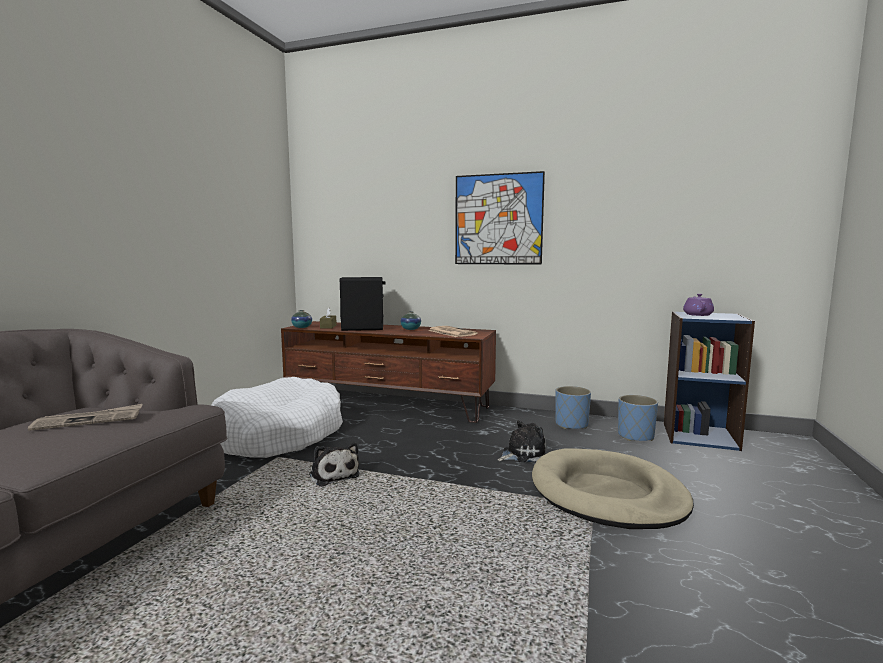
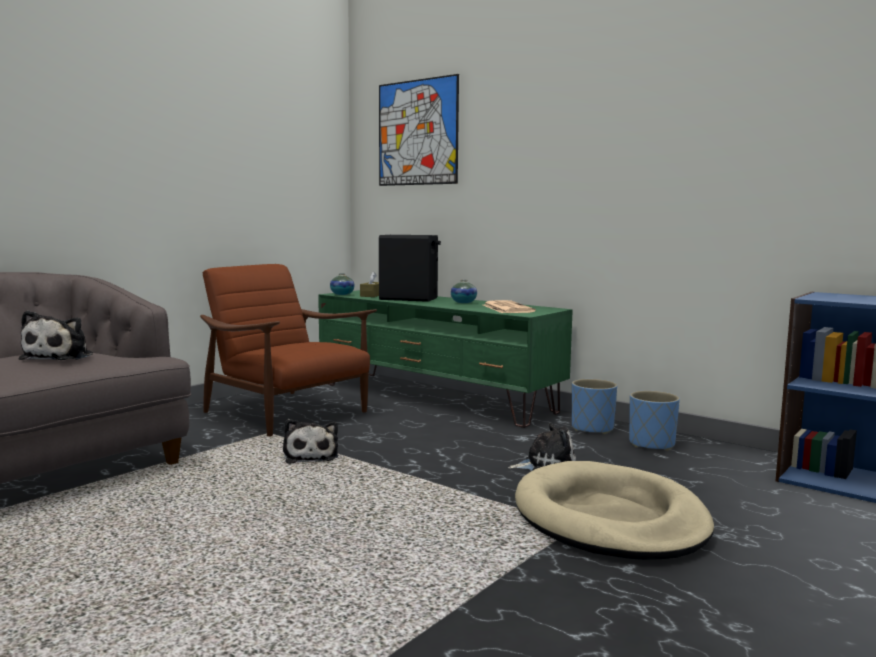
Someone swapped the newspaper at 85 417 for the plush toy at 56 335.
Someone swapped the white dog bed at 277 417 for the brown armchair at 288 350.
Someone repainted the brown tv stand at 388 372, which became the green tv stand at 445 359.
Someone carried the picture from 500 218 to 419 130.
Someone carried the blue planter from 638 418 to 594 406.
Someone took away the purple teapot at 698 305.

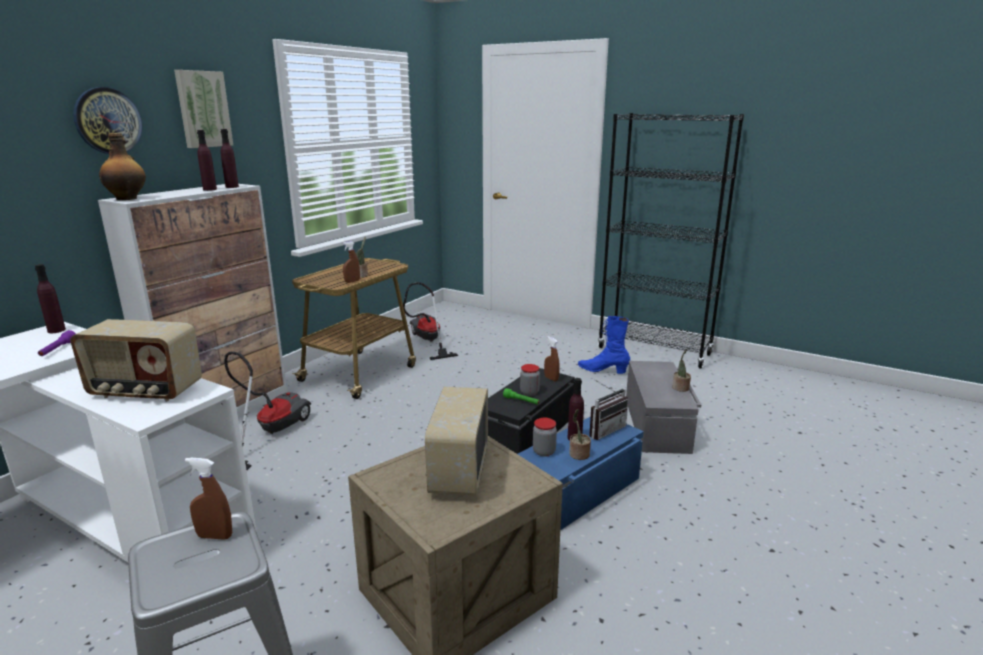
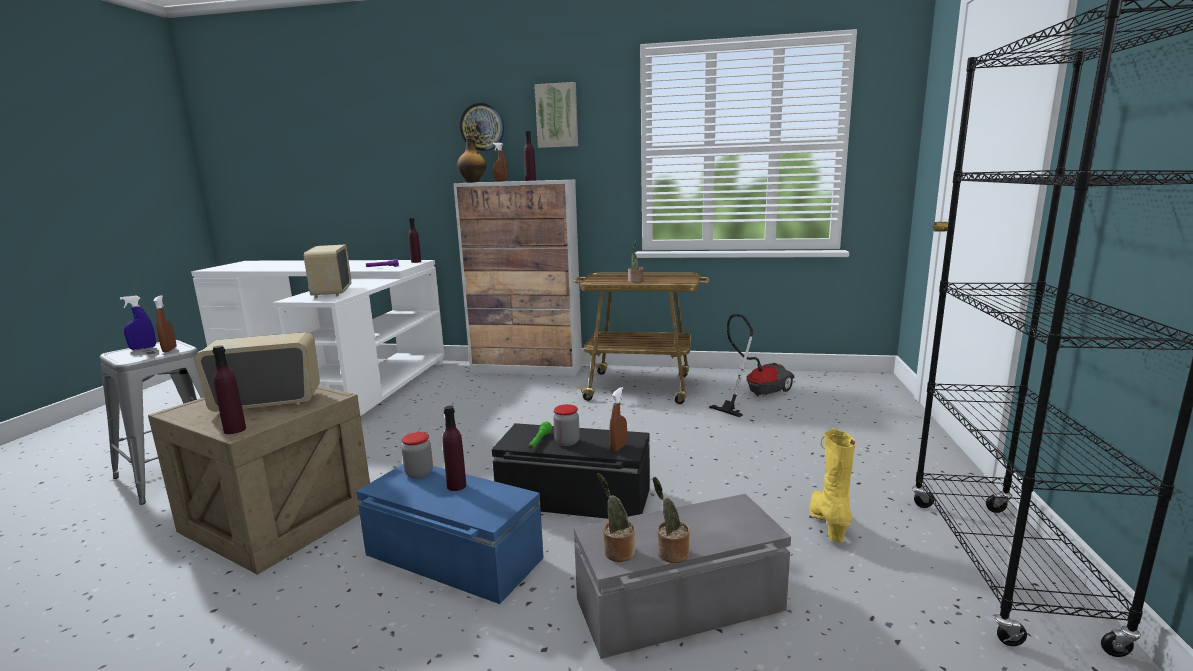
Someone carried the purple bottle from 230 158 to 229 389.
Someone took away the vacuum cleaner at 267 410.
Someone carried the brown spray bottle from 351 262 to 500 162.
Someone carried the potted plant from 580 434 to 616 517.
Someone repainted the blue boot at 604 345, which became the yellow boot at 832 485.
Someone took away the radio at 609 410.
Someone put down the blue spray bottle at 138 322.

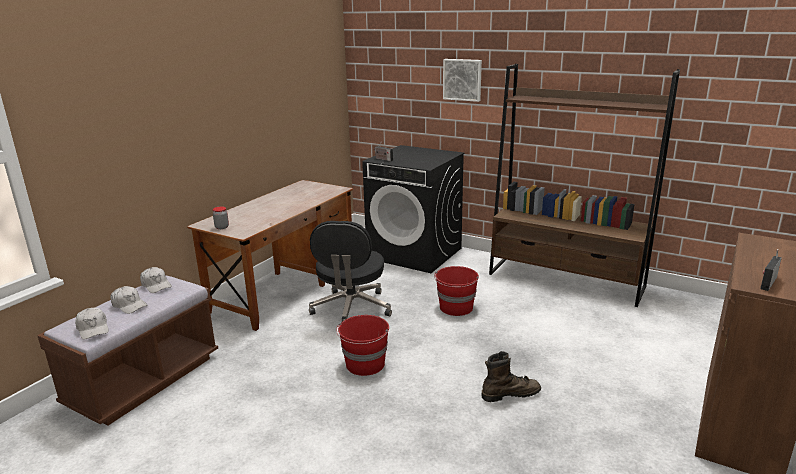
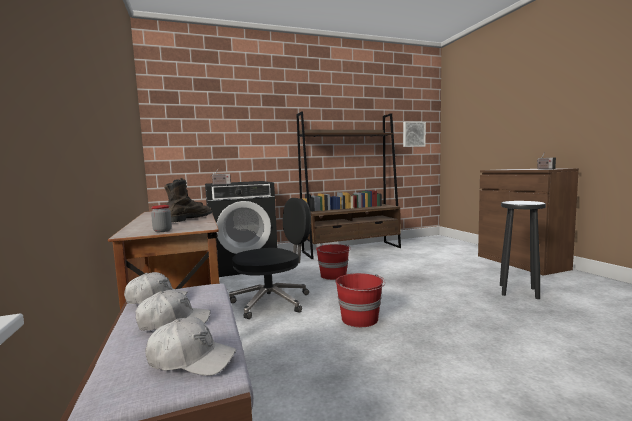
Someone rotated the black office chair at 350 271 by 75 degrees counterclockwise.
Someone carried the picture from 462 80 to 414 134.
Someone carried the brown boot from 511 376 to 188 200.
Someone put down the black stool at 523 250.

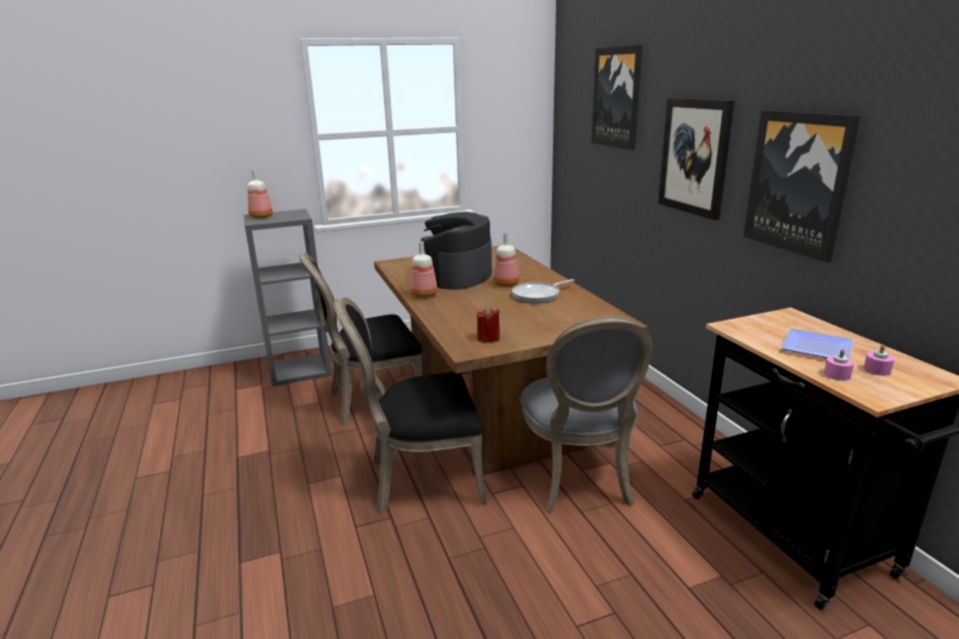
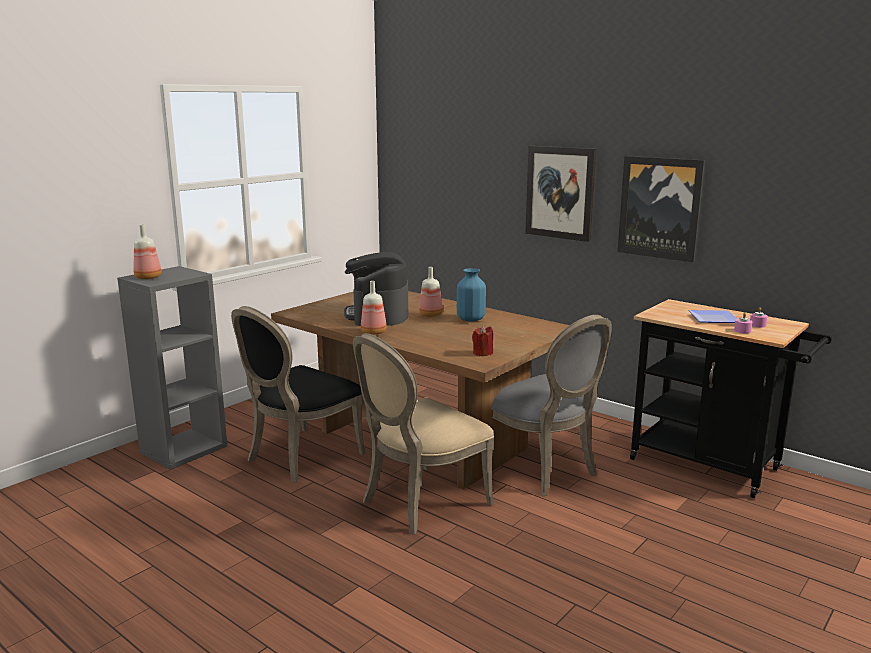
Someone repainted the black chair at 410 405, which became the beige chair at 423 434.
Someone swapped the frying pan at 543 291 for the blue vase at 471 295.
Someone took away the picture at 617 97.

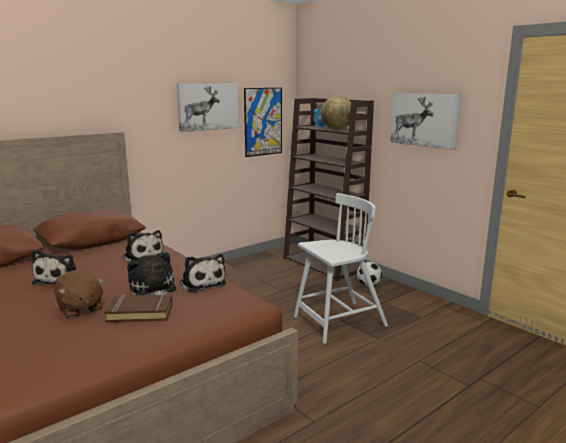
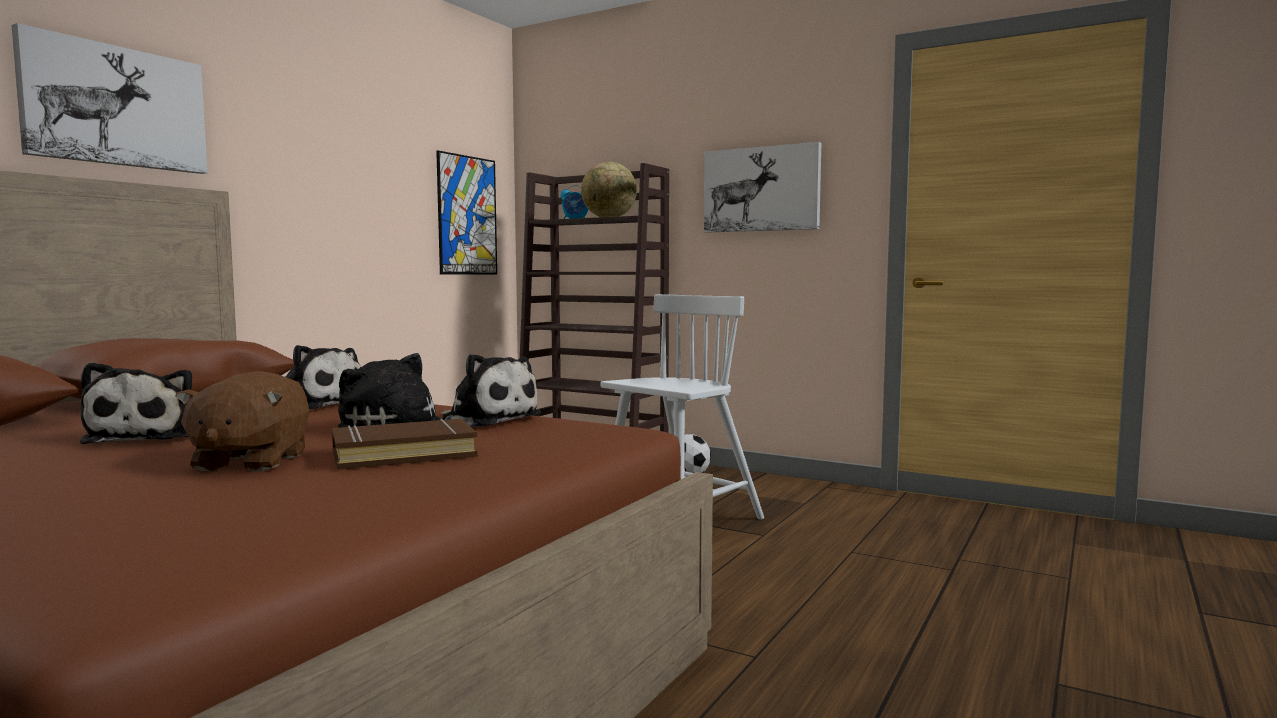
Someone rotated the brown plush toy at 79 294 by 60 degrees clockwise.
Someone carried the picture from 208 107 to 109 98.

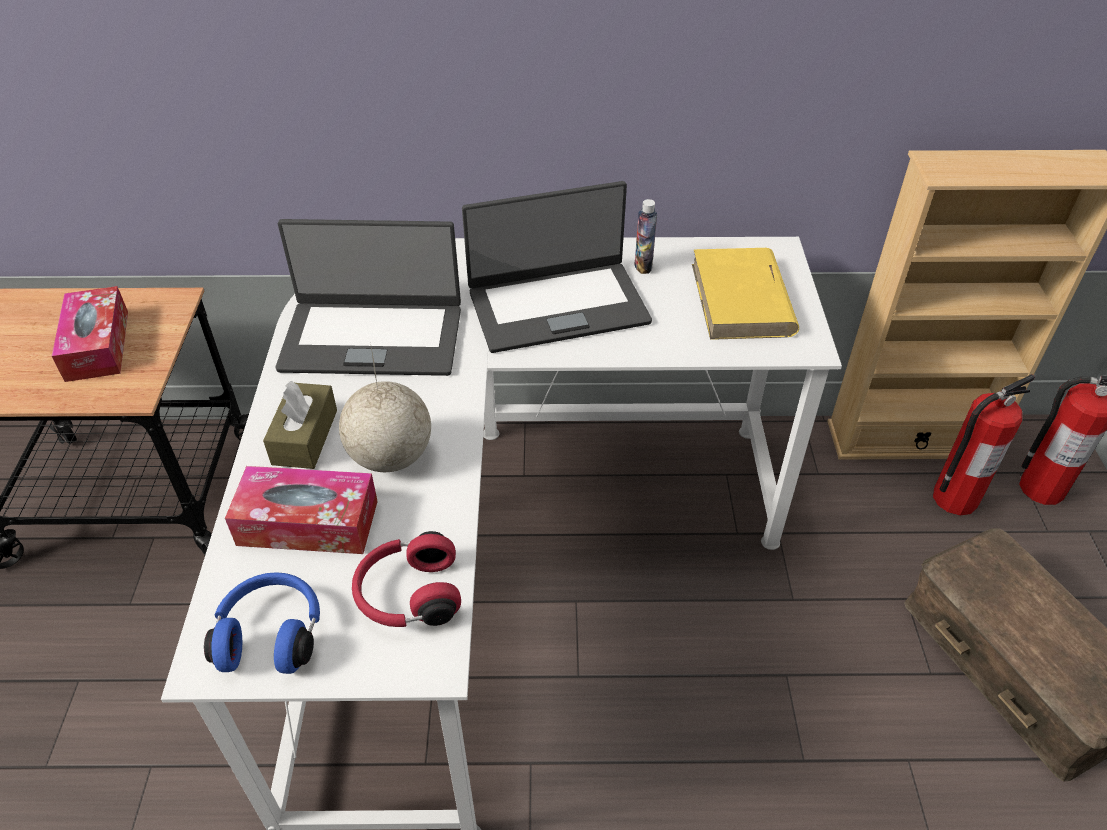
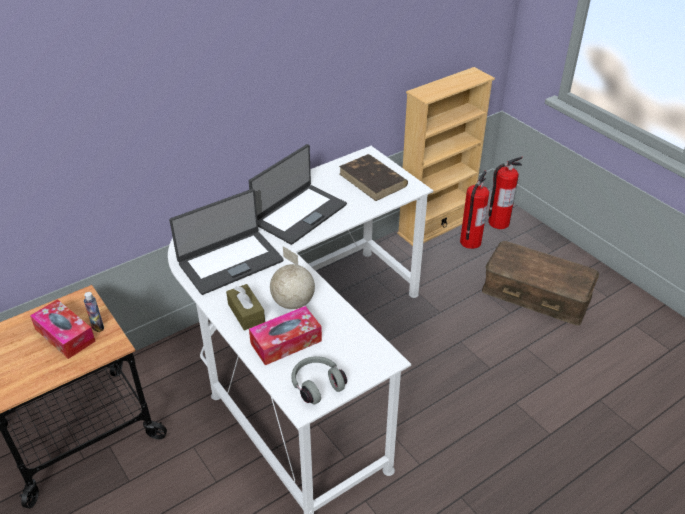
Someone repainted the blue headphones at 262 623, which became the grey headphones at 319 380.
Someone took away the red headphones at 406 579.
Someone carried the bottle from 646 236 to 94 312.
Someone repainted the yellow book at 745 294, which became the brown book at 373 177.

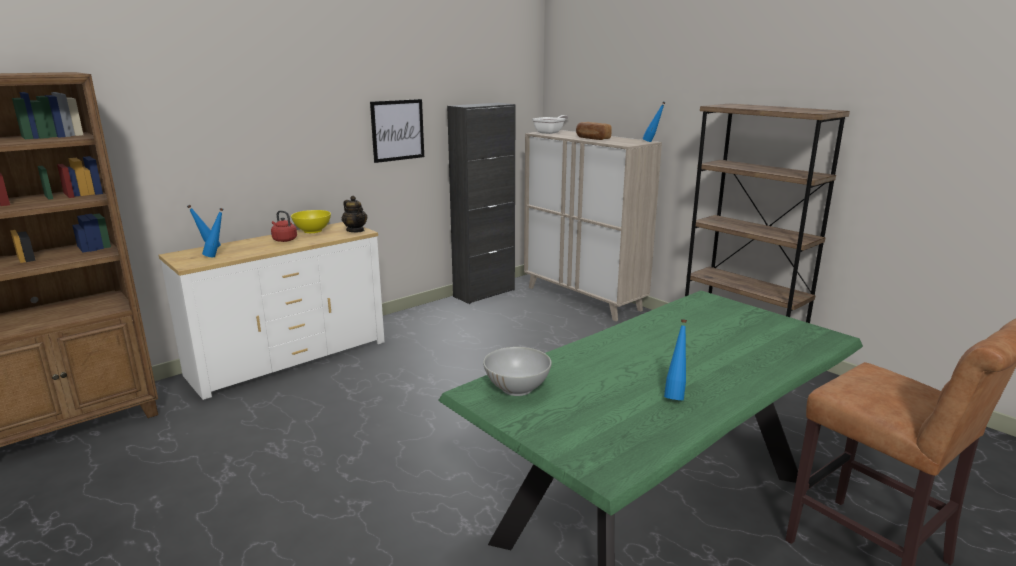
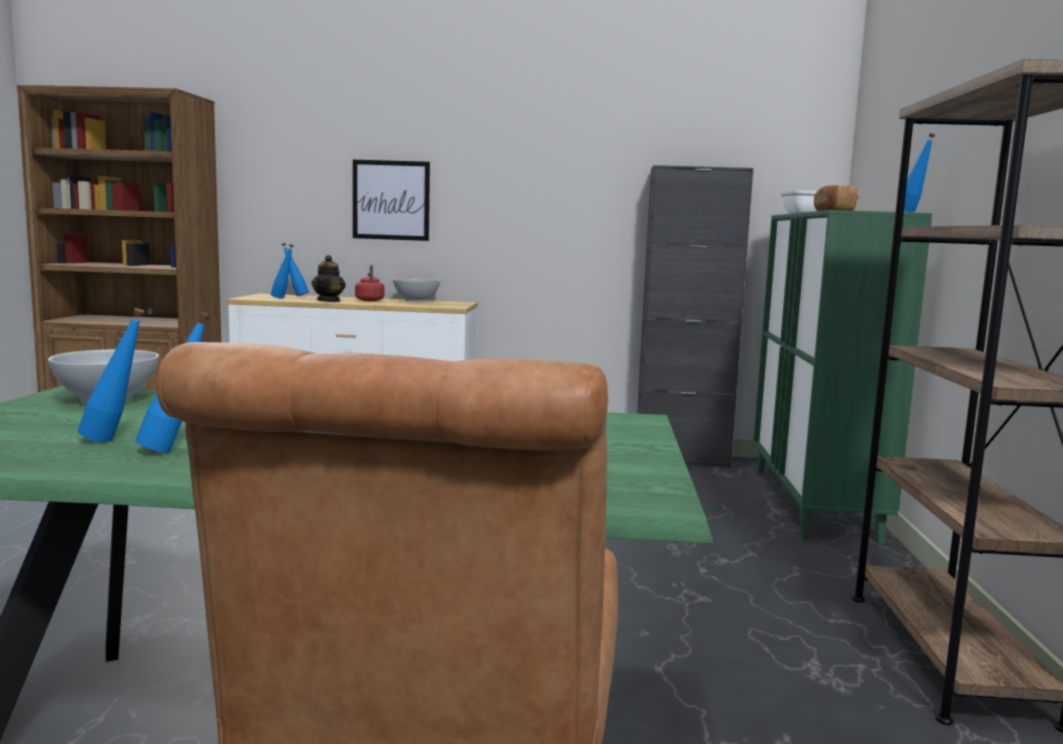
Someone repainted the yellow bowl at 311 221, which became the white bowl at 417 290.
Someone carried the teapot from 354 214 to 328 278.
Someone carried the picture from 397 131 to 391 200.
Someone repainted the beige cabinet at 593 225, which became the green cabinet at 842 377.
Someone put down the blue bottle at 111 375.

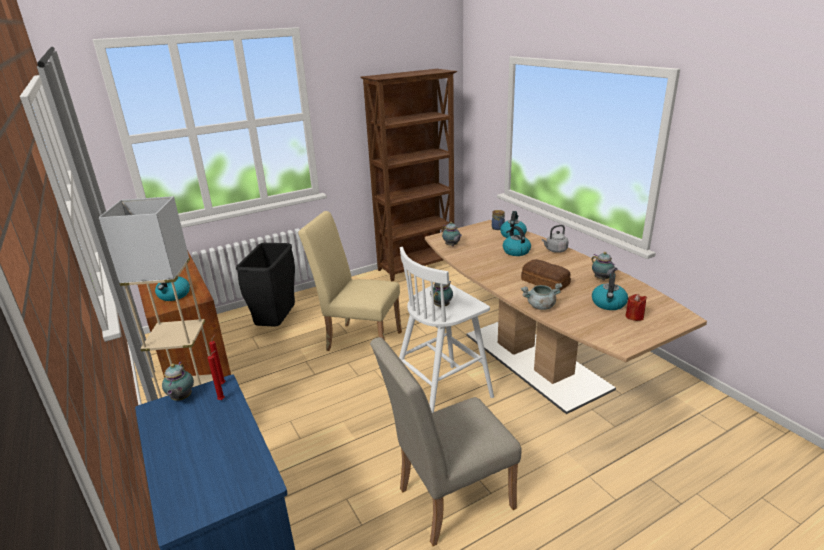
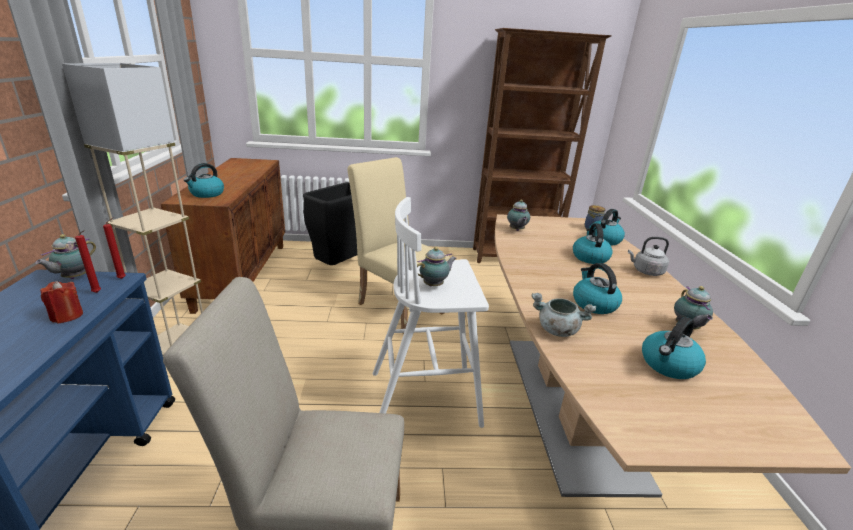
Someone swapped the bread at 546 275 for the kettle at 597 288.
Someone carried the red candle from 636 307 to 61 302.

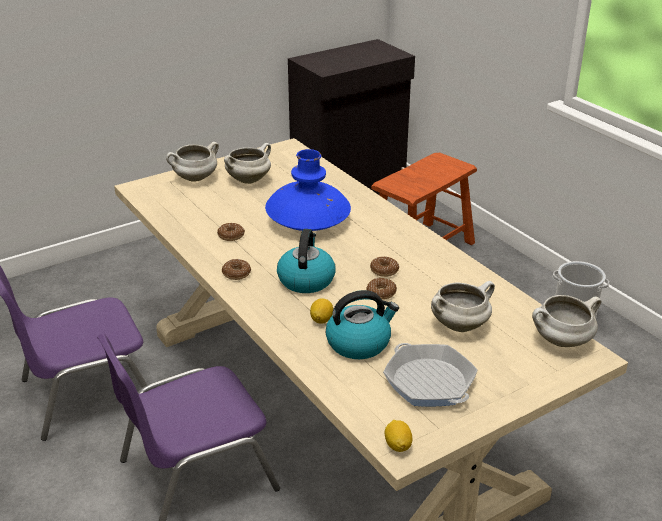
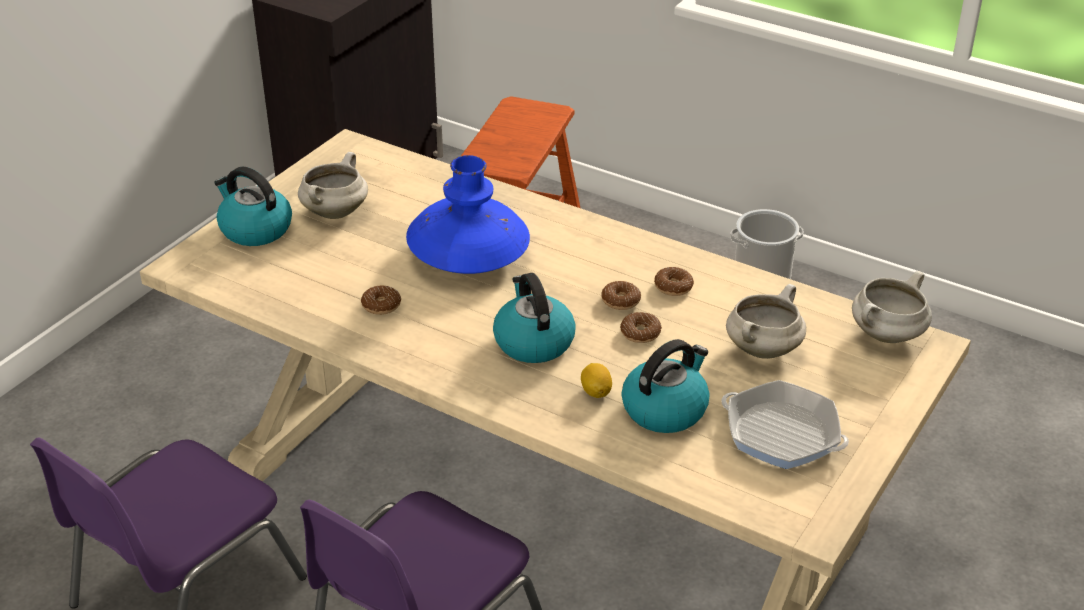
Someone swapped the white cooking pot at 192 162 for the kettle at 253 206.
Someone carried the donut from 236 269 to 674 281.
Someone took away the lemon at 398 436.

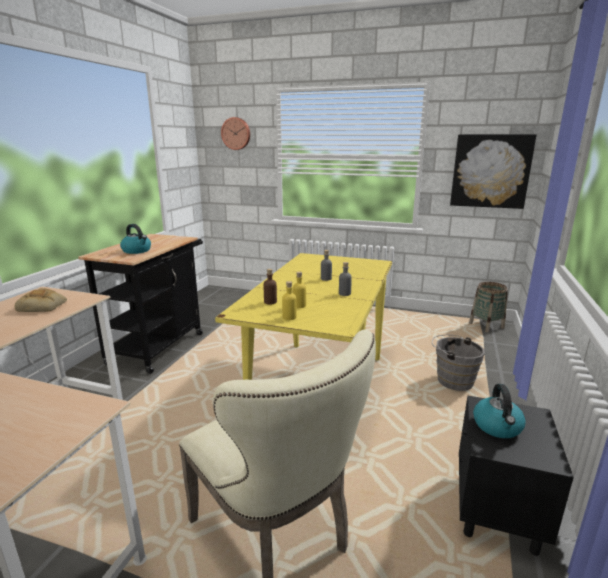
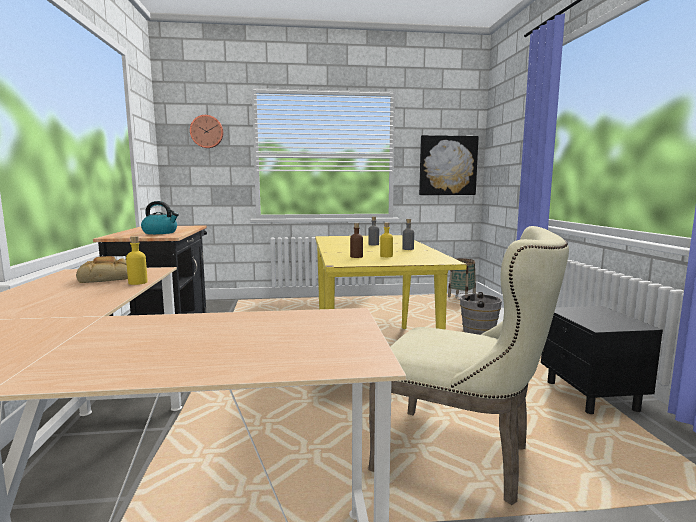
Someone carried the yellow bottle from 289 300 to 137 260.
Someone took away the kettle at 499 411.

